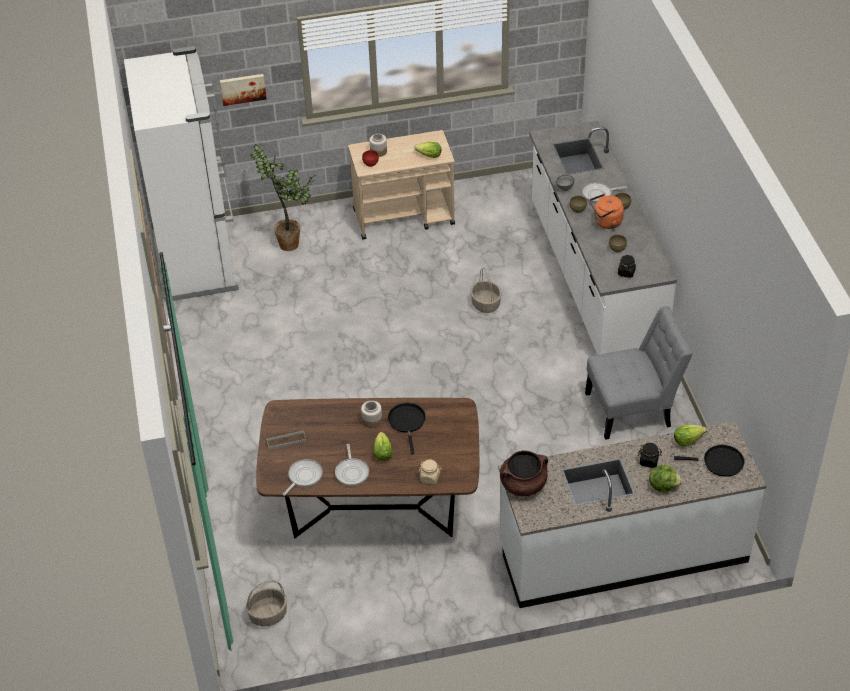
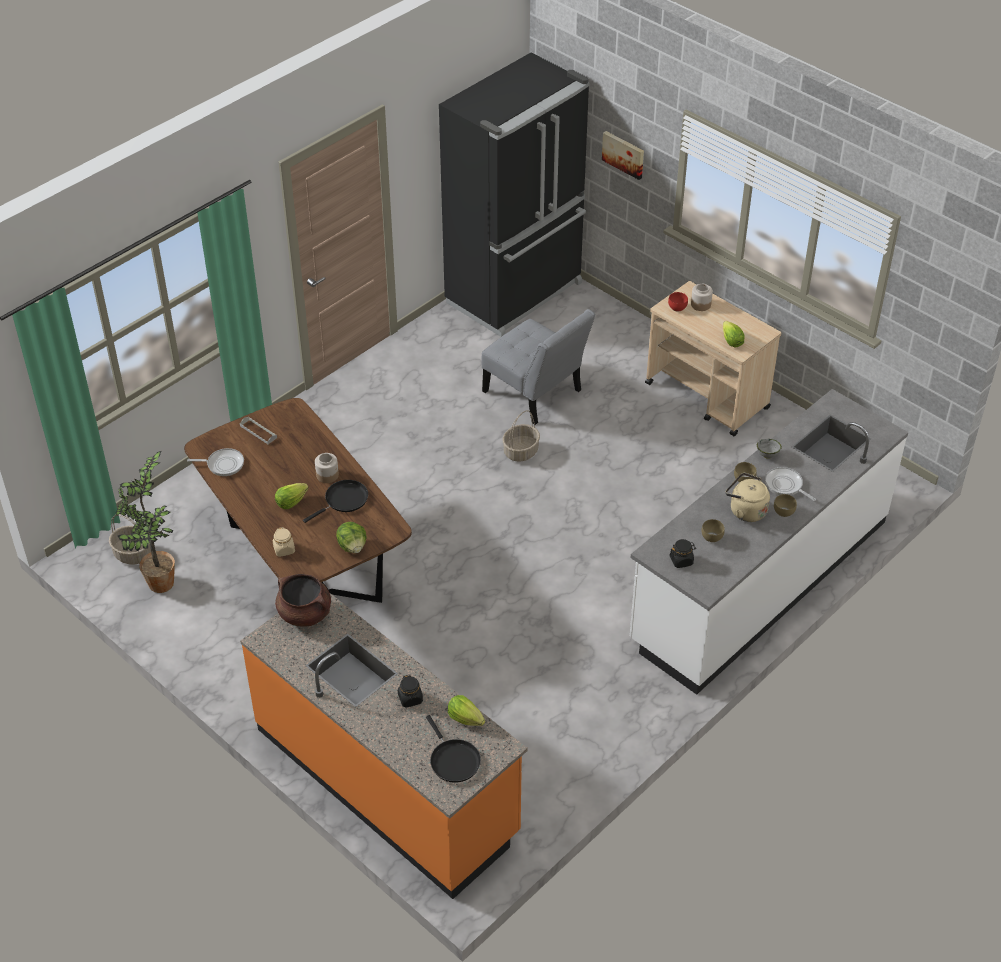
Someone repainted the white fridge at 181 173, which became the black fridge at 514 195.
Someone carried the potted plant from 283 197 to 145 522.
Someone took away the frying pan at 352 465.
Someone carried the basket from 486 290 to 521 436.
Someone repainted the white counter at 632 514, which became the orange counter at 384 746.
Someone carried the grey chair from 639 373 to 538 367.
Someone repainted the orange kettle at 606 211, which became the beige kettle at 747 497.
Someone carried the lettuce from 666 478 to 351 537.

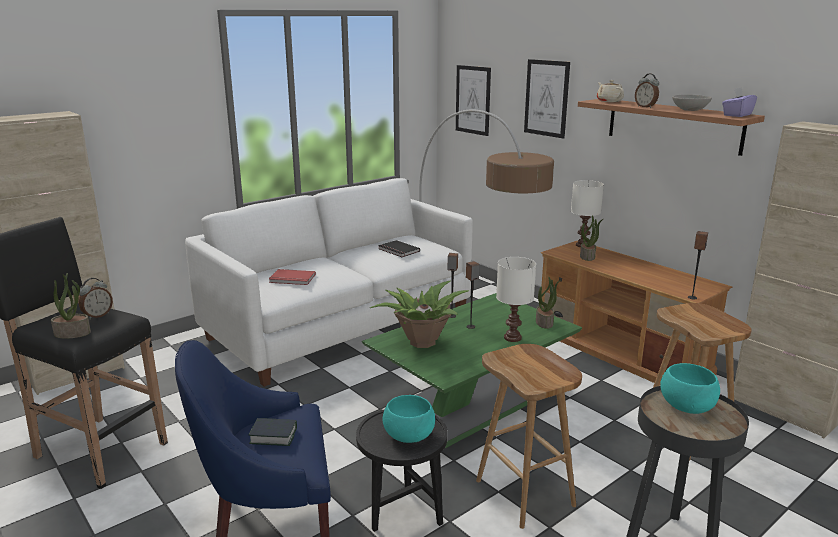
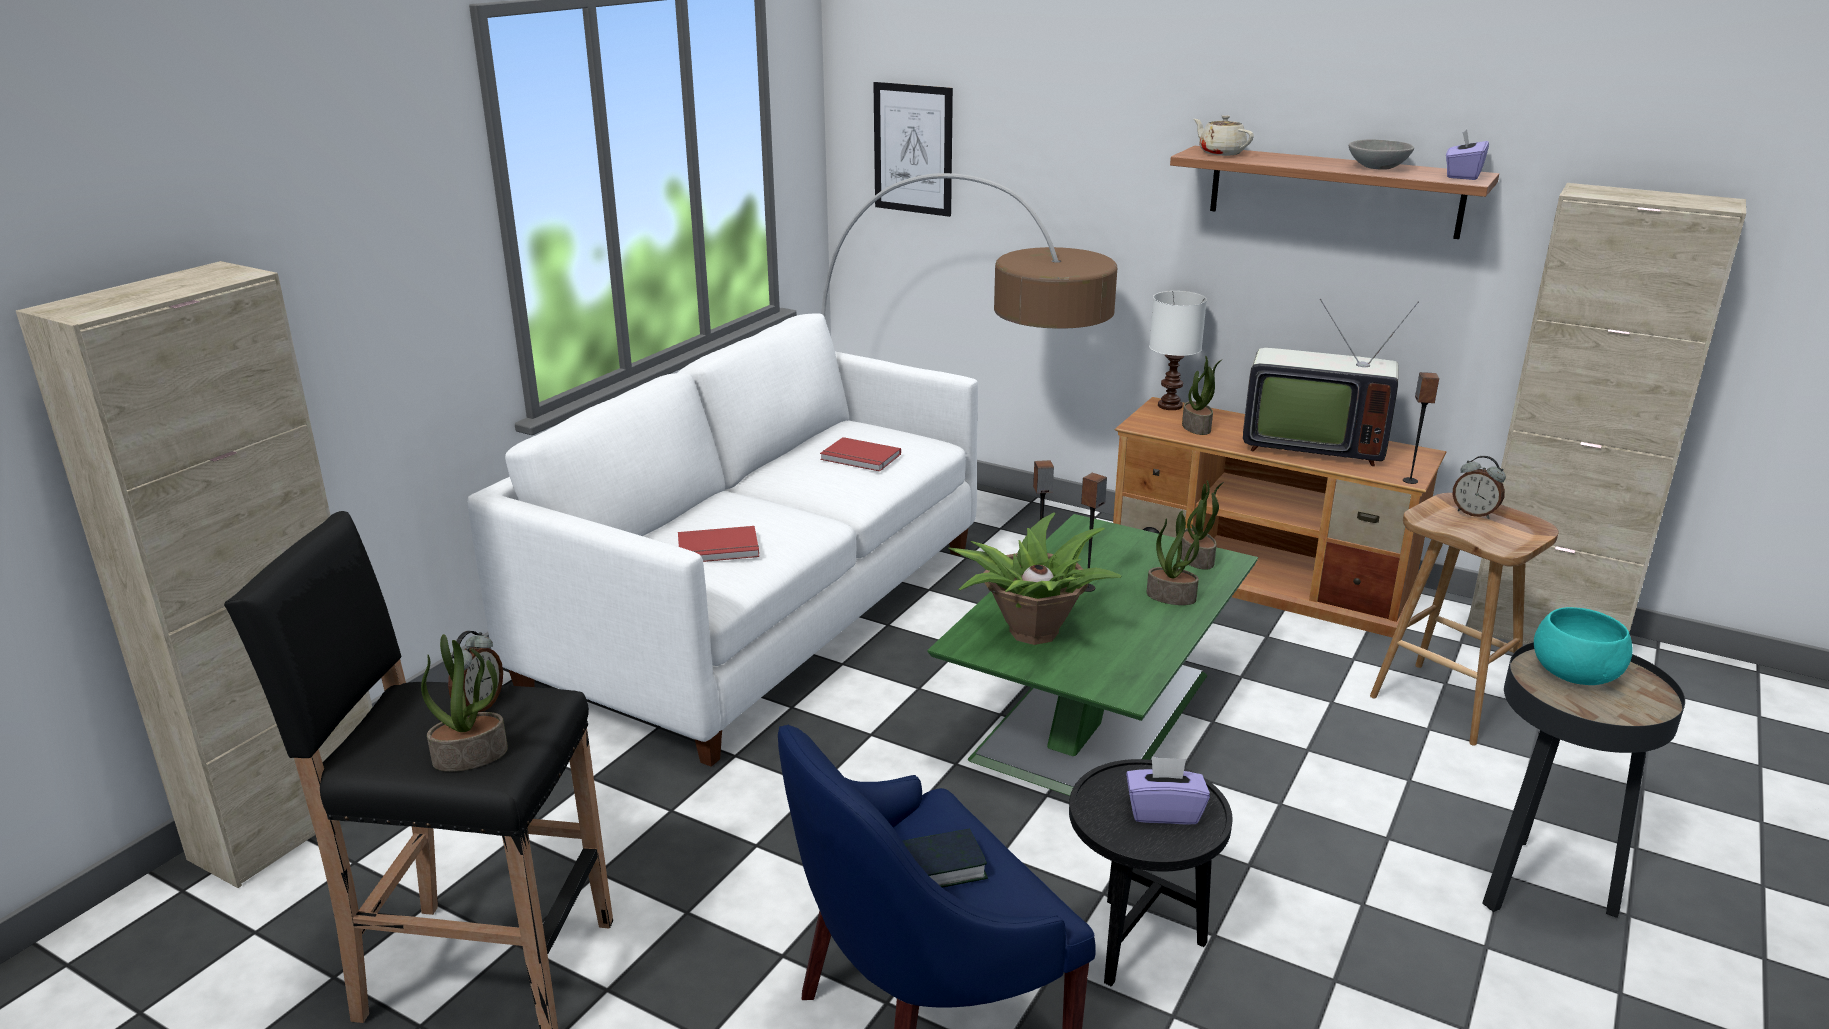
Someone repainted the black book at 399 248, which became the red book at 860 454.
Someone swapped the turquoise bowl at 408 419 for the purple tissue box at 1168 790.
Someone took away the brown stool at 529 436.
Someone swapped the white table lamp at 516 299 for the potted plant at 1172 557.
Someone took away the picture at 547 99.
Someone carried the alarm clock from 647 90 to 1479 487.
Someone put down the television at 1331 382.

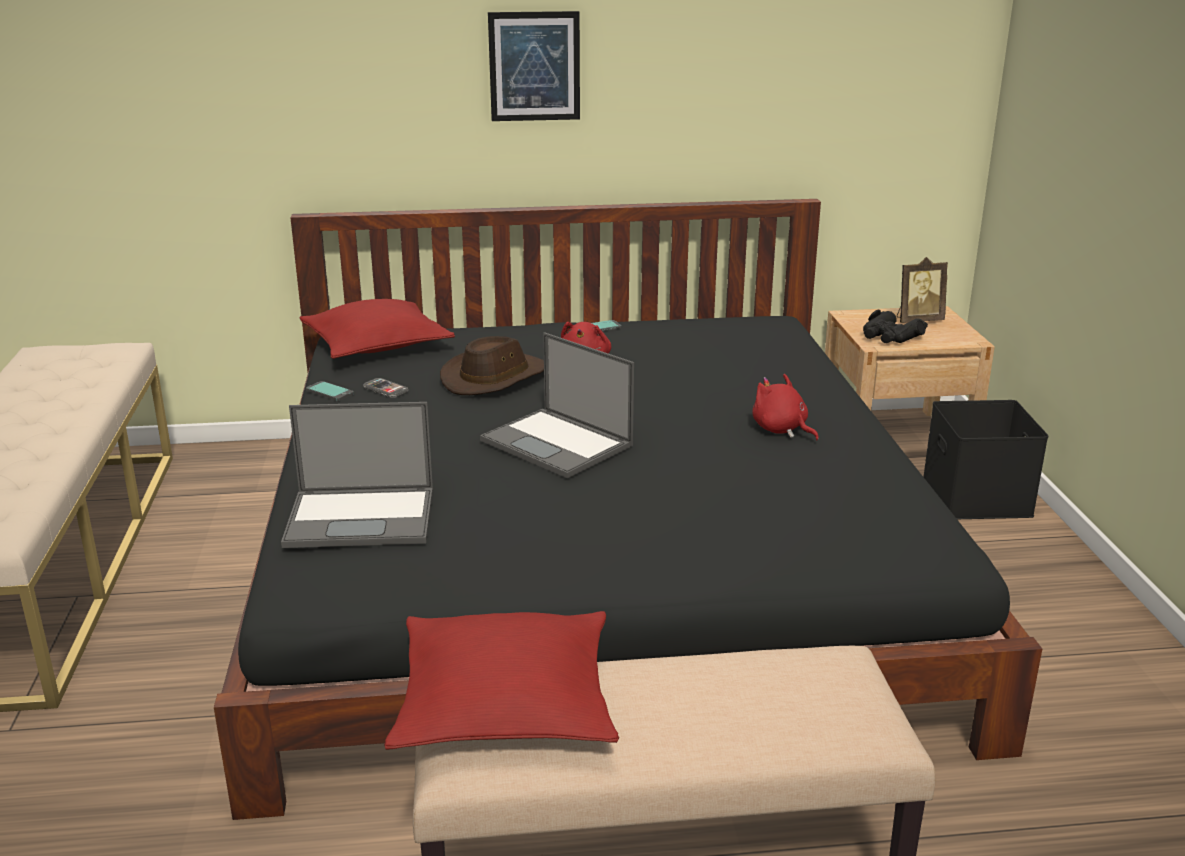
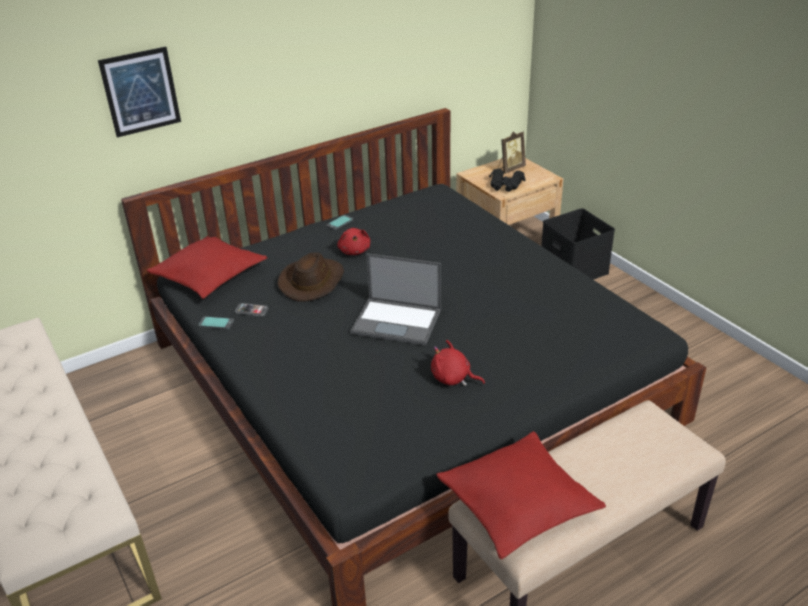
Someone took away the laptop at 357 475.
Someone carried the picture from 534 66 to 139 92.
Someone carried the red plush toy from 786 407 to 458 363.

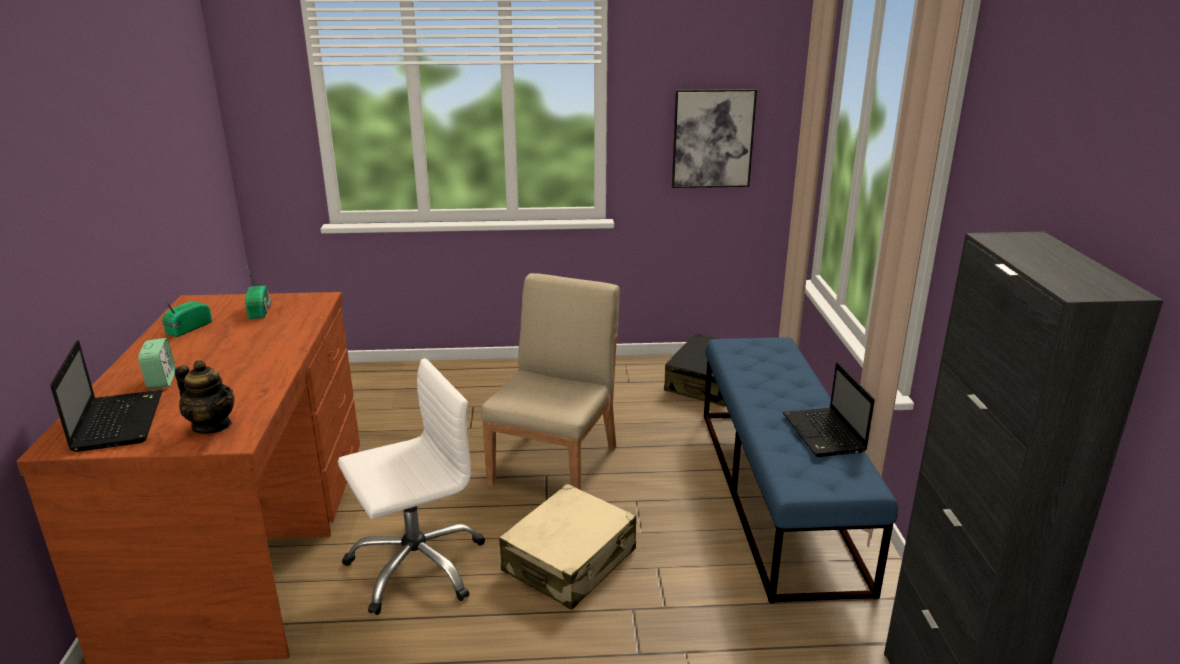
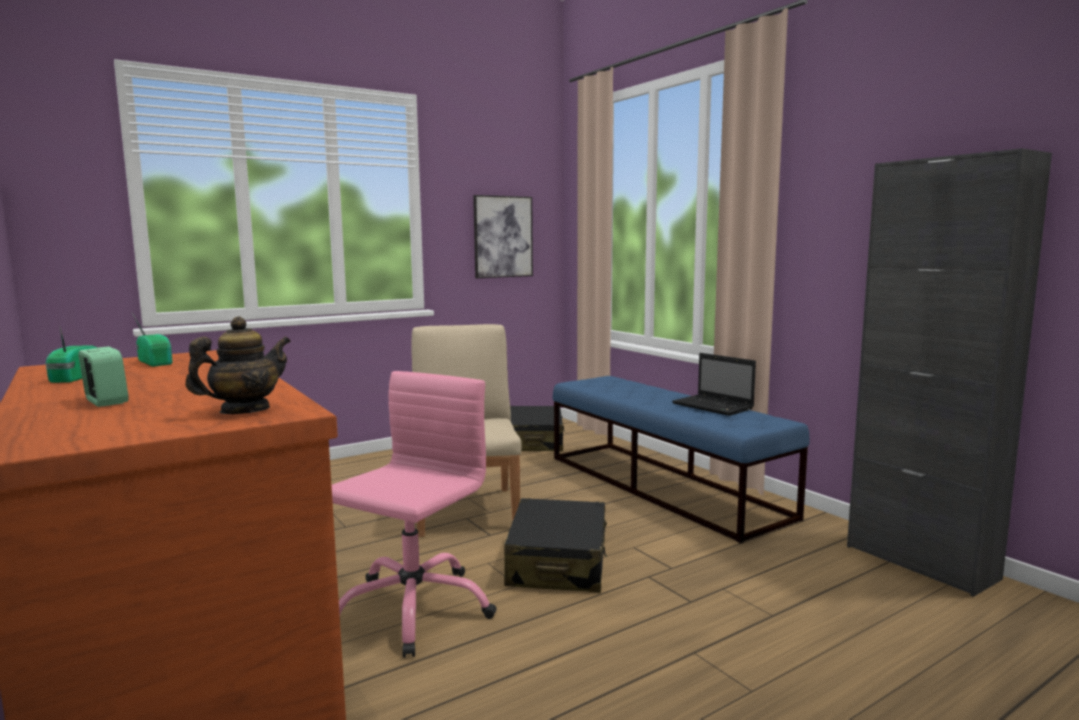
Someone took away the laptop at 106 396.
Someone rotated the teapot at 205 397 by 45 degrees counterclockwise.
Someone repainted the white office chair at 411 486, which became the pink office chair at 414 514.
Someone repainted the beige suitcase at 567 547, which became the black suitcase at 555 545.

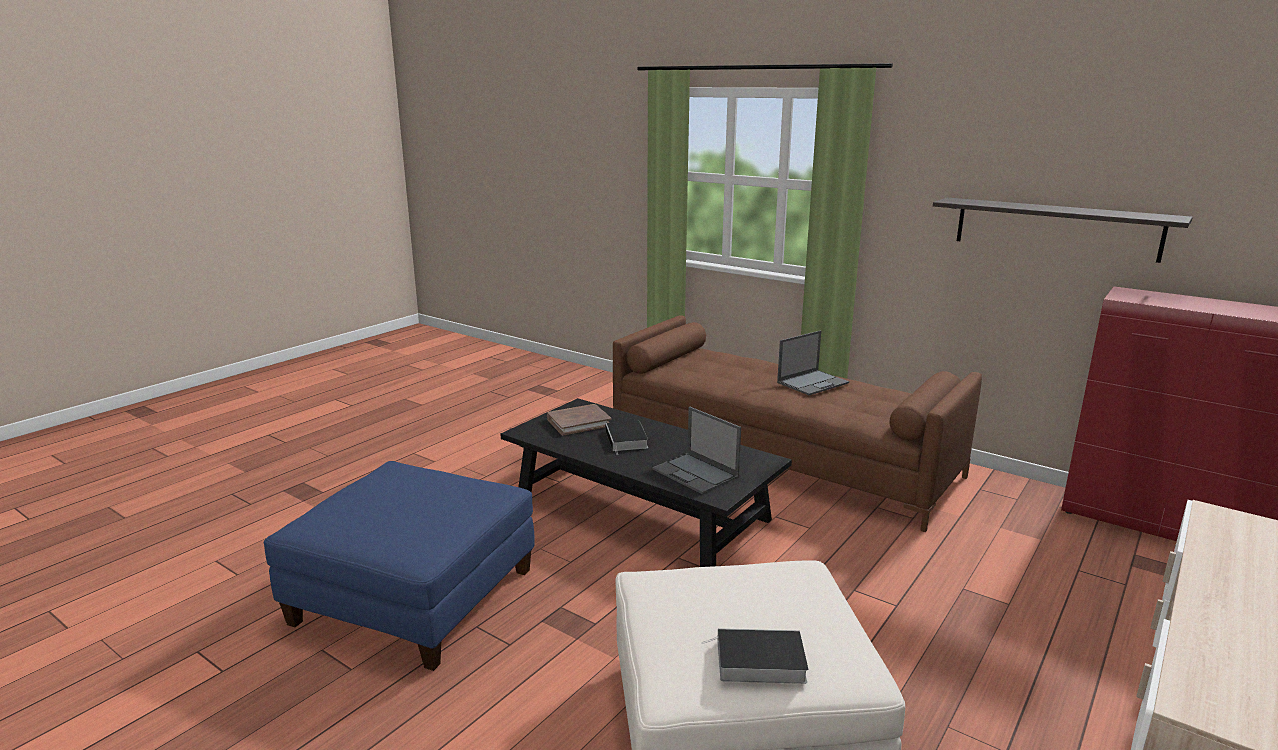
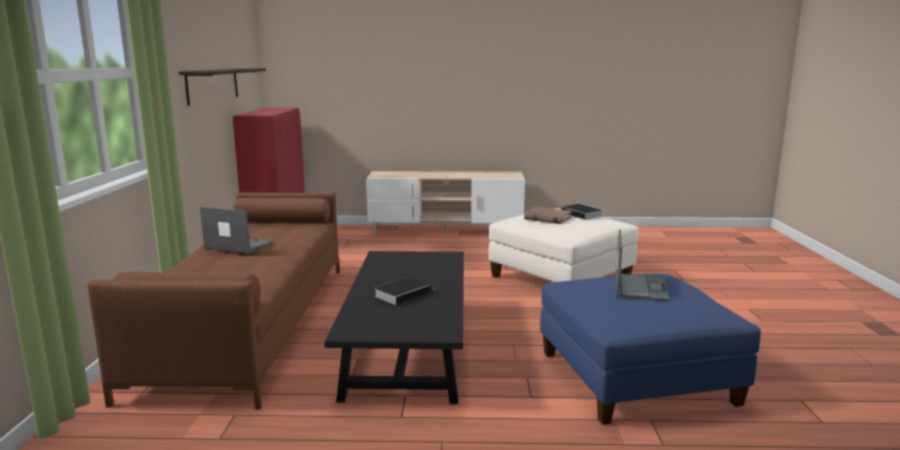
Someone carried the brown book from 579 420 to 548 215.
Someone carried the laptop from 696 450 to 643 265.

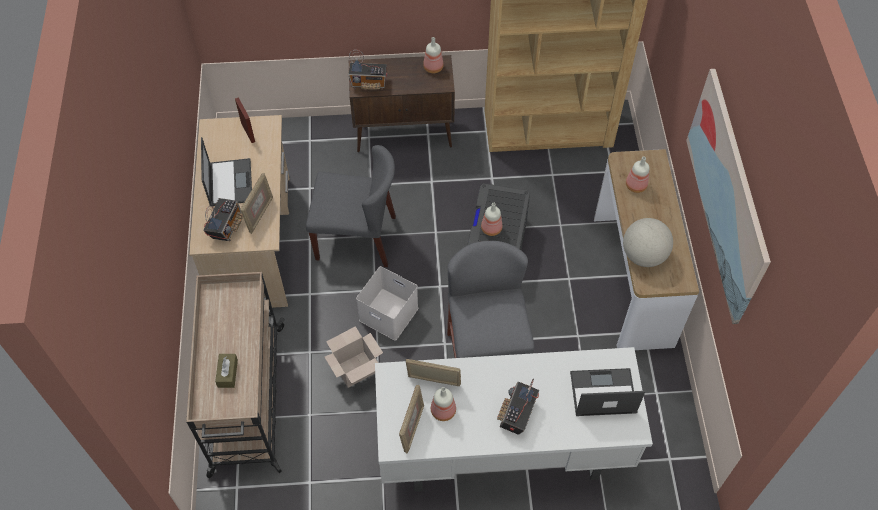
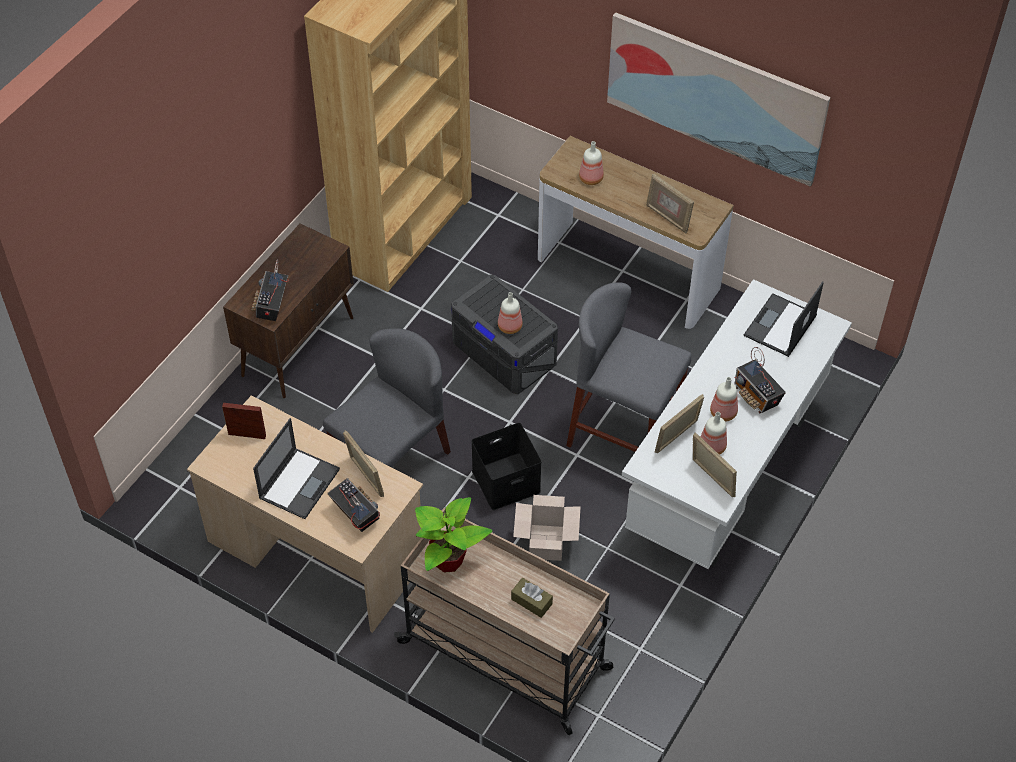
Someone rotated the laptop at 226 172 by 90 degrees clockwise.
Someone rotated the radio at 367 70 by 150 degrees clockwise.
Someone repainted the white storage box at 387 303, which became the black storage box at 506 466.
Someone carried the bottle from 433 55 to 724 399.
Someone swapped the globe at 648 242 for the picture frame at 670 203.
Someone put down the potted plant at 453 535.

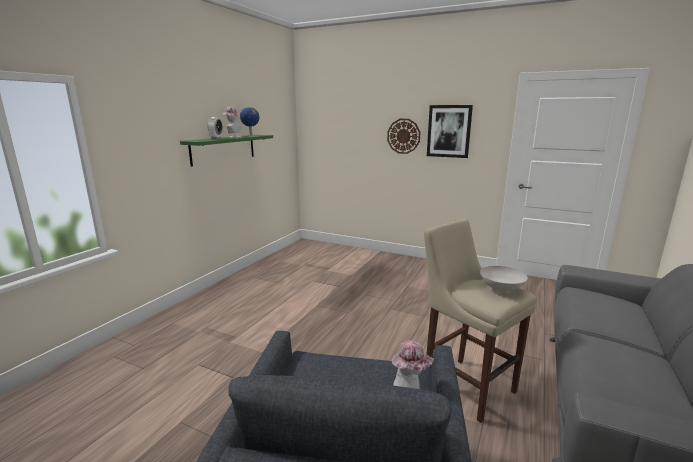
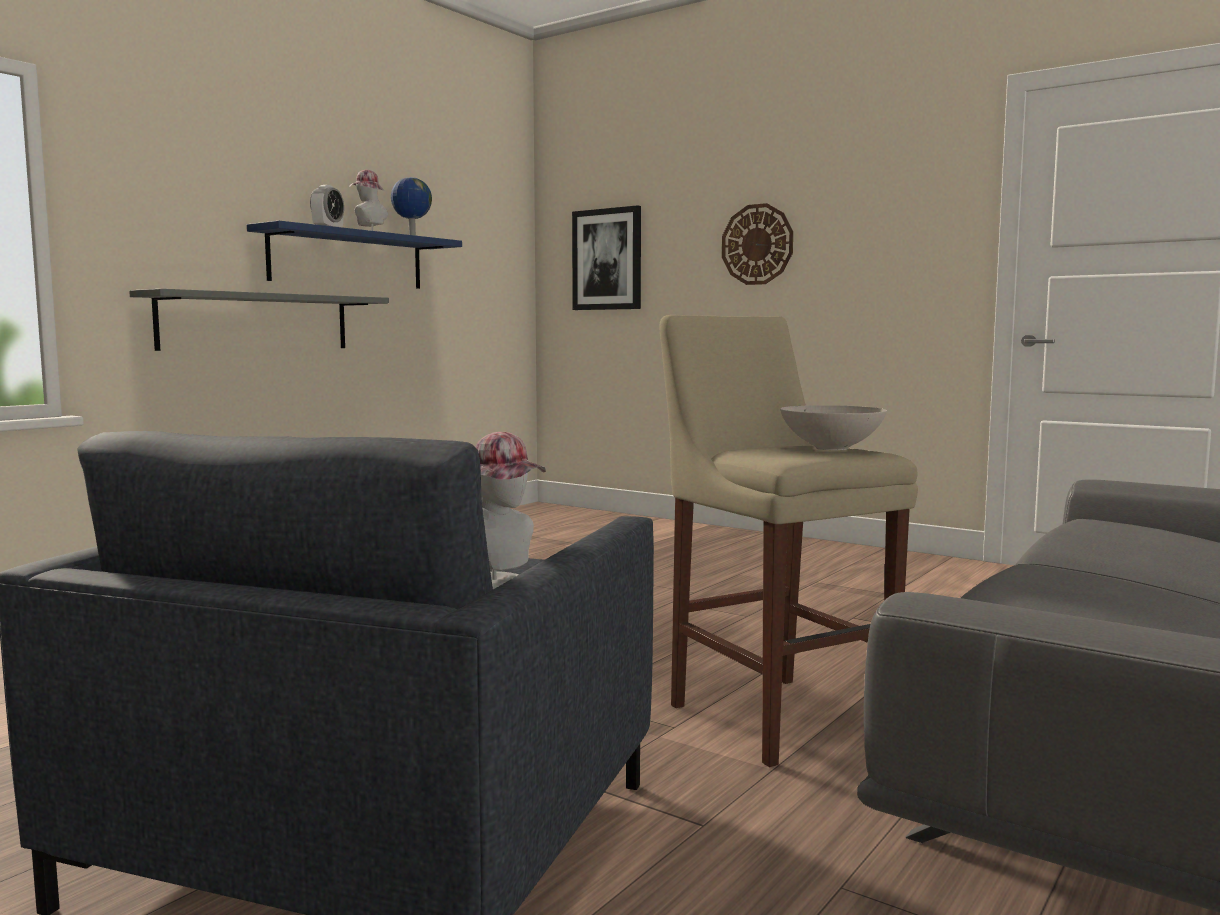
Someone repainted the green shelf at 226 151, which became the blue shelf at 354 255.
Someone carried the picture from 450 131 to 606 257.
Someone put up the grey shelf at 259 320.

